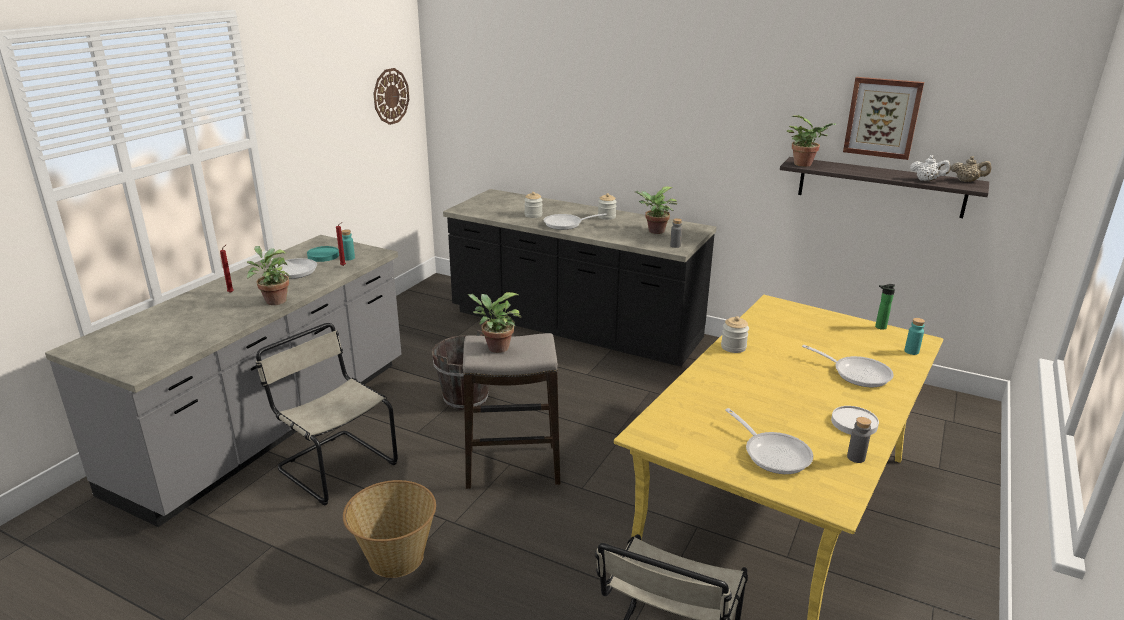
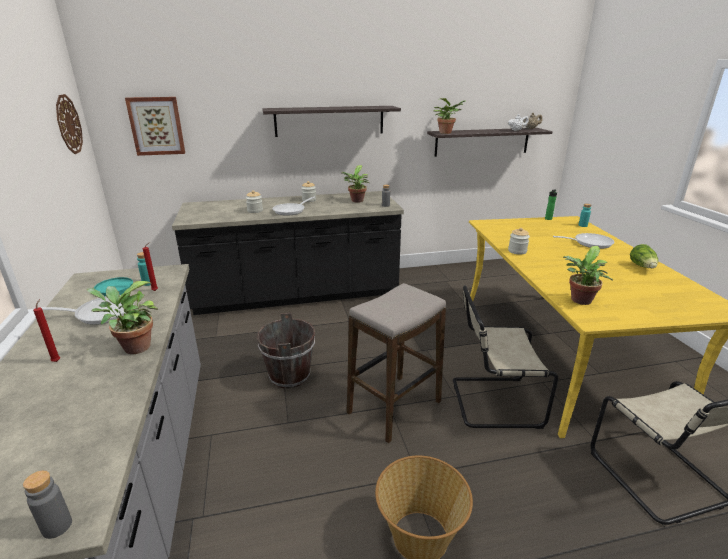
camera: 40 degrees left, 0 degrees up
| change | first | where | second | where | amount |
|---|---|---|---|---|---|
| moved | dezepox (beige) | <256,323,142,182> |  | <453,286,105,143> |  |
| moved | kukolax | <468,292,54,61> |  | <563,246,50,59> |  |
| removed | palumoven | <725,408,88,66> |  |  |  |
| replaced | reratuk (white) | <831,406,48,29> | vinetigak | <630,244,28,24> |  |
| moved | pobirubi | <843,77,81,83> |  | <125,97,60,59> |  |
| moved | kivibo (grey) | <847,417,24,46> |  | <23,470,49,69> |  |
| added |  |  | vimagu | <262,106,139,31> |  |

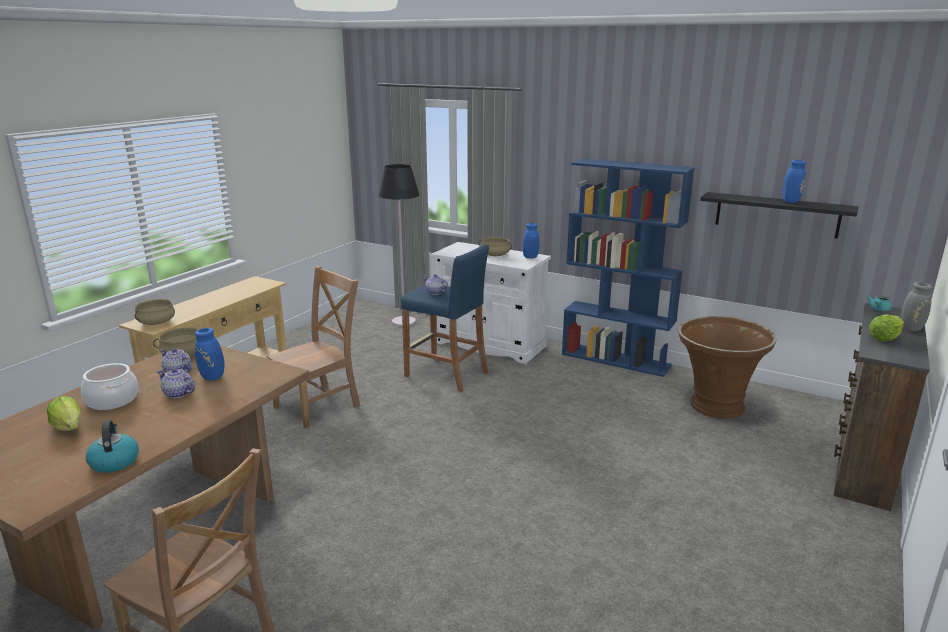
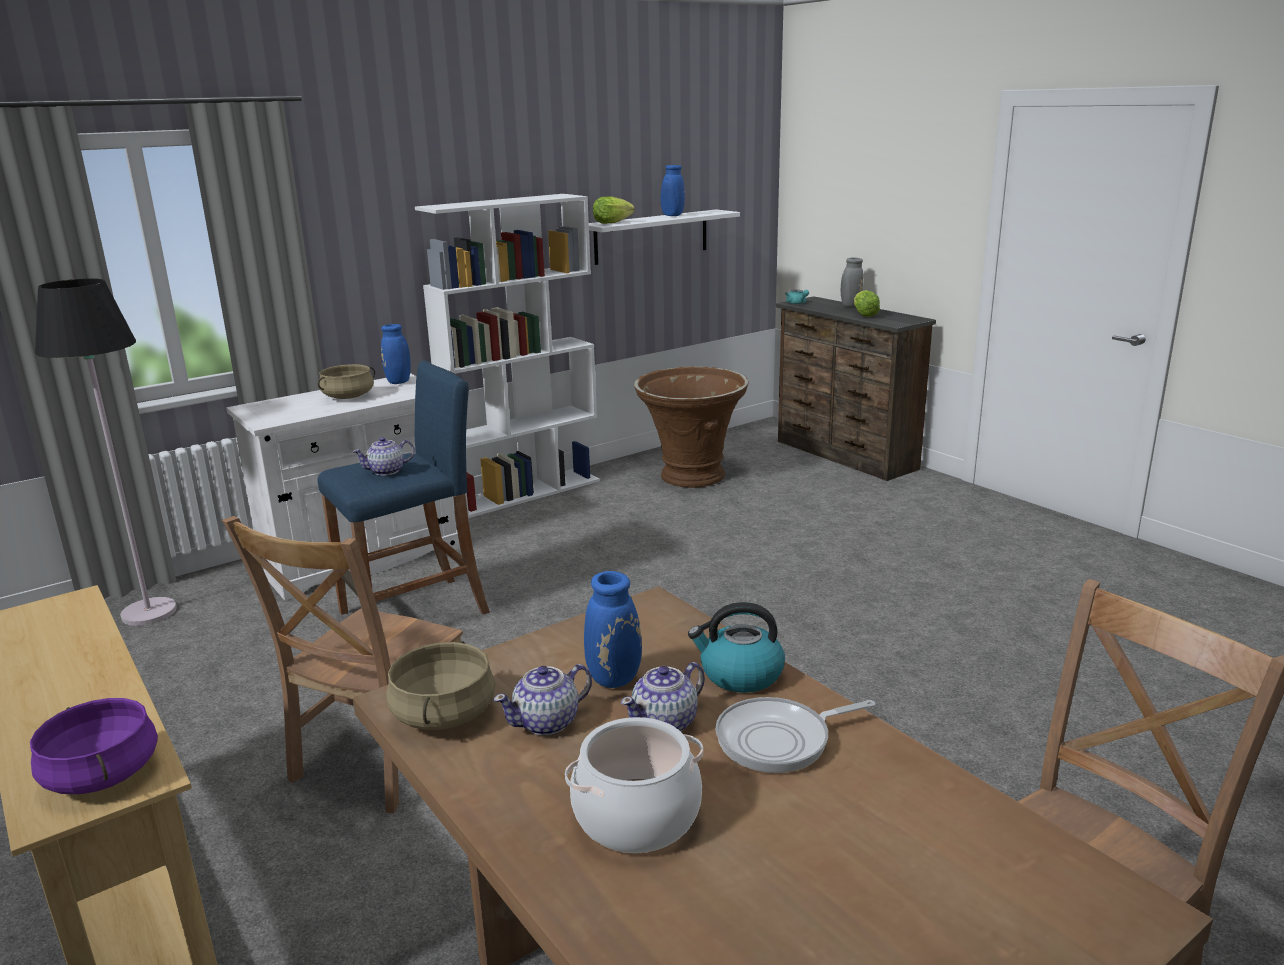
camera: 65 degrees left, 0 degrees up
| change | first | where | second | where | amount |
|---|---|---|---|---|---|
| moved | vinetigak | <47,396,34,35> |  | <593,197,42,27> |  |
| moved | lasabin | <86,420,53,53> |  | <688,602,97,91> |  |
| recoloured | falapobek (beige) | <135,299,40,26> | falapobek (purple) | <30,698,128,96> |  |
| turned | dezepox (brown) | <267,266,93,163> |  | <222,516,241,297> | 135 degrees counterclockwise |
| recoloured | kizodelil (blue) | <562,158,133,219> | kizodelil (white) | <415,194,185,324> |  |
| recoloured | vimagu (black) | <700,192,159,47> | vimagu (white) | <589,209,151,56> |  |
| added |  |  | palumoven | <716,697,159,76> |  |

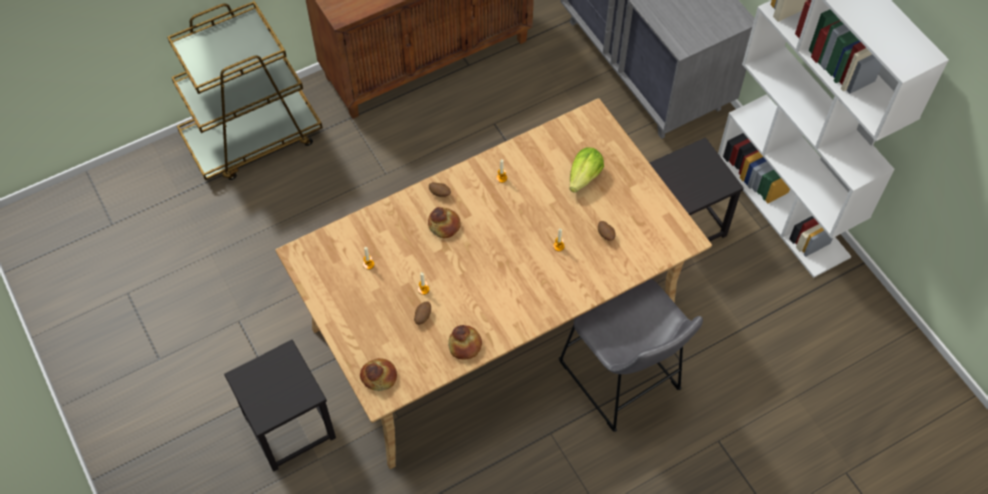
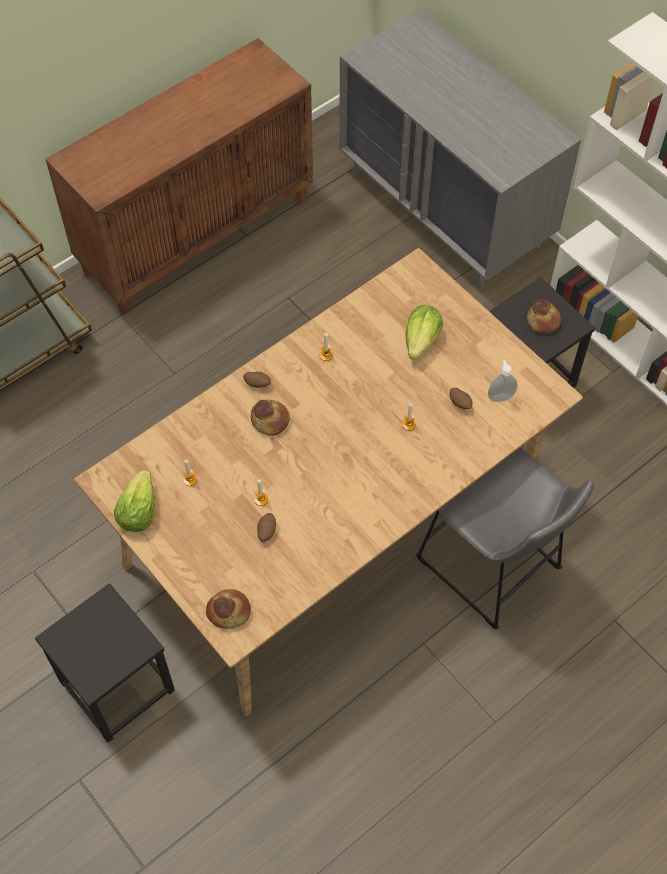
camera: 10 degrees left, 0 degrees up
| change | first | where | second | where | amount |
|---|---|---|---|---|---|
| moved | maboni | <448,325,34,35> |  | <527,299,34,35> |  |
| added |  |  | vinetigak | <114,470,41,62> |  |
| added |  |  | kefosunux | <488,360,29,42> |  |

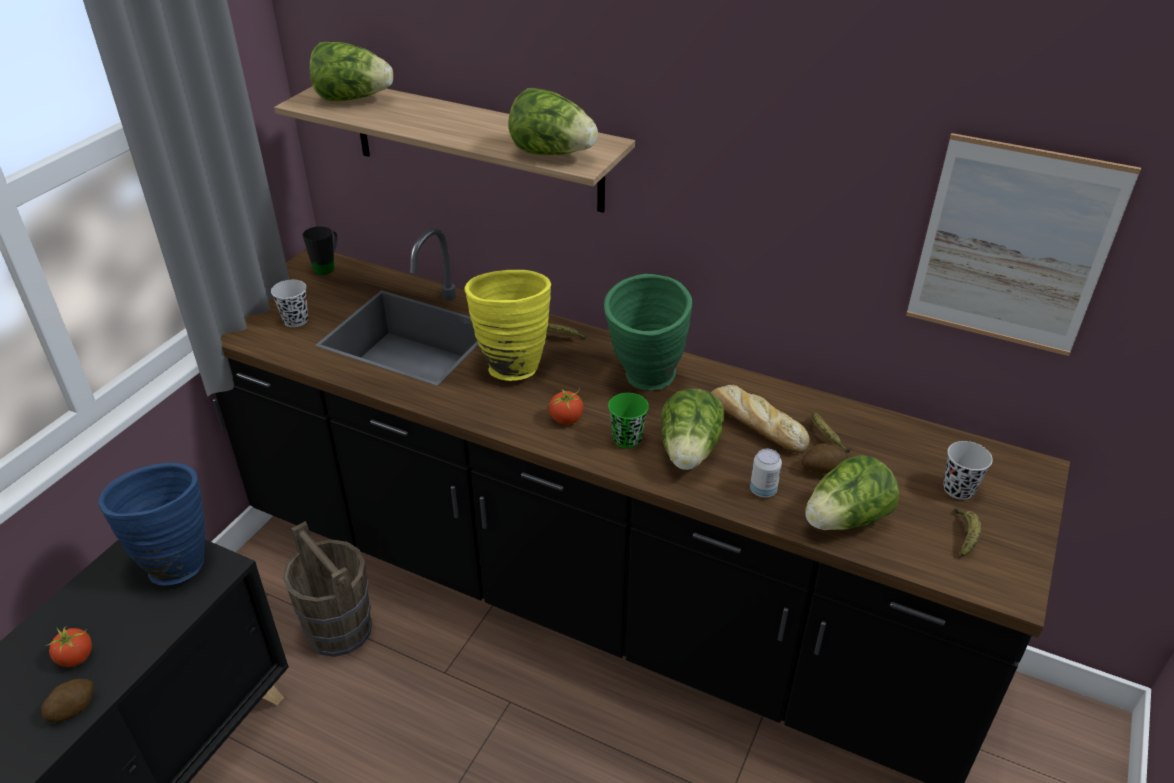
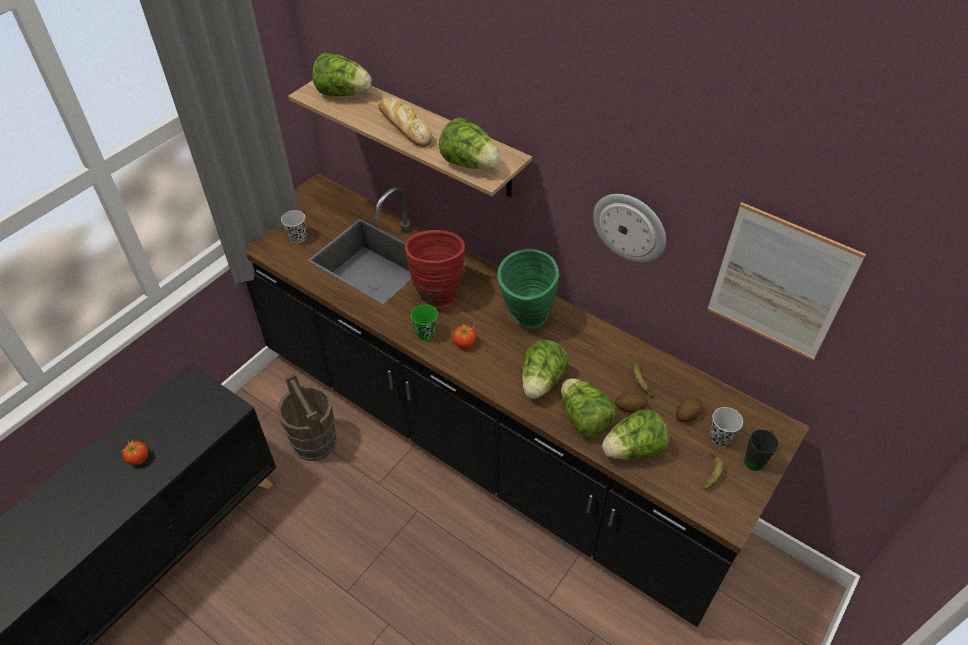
camera: 10 degrees right, 10 degrees up
| change | first | where | second | where | amount |
|---|---|---|---|---|---|
| moved | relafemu | <41,679,53,43> |  | <676,397,27,25> |  |
| removed | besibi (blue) | <98,463,107,122> |  |  |  |
| moved | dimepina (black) | <302,226,36,49> |  | <744,429,35,42> |  |
| recoloured | besibi (yellow) | <465,270,86,111> | besibi (red) | <405,230,60,79> |  |
| moved | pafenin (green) | <608,393,41,55> |  | <411,304,27,37> |  |
| moved | maboni | <711,385,99,68> |  | <378,97,54,50> |  |
| replaced | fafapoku | <750,449,32,48> | vinetigak | <561,378,55,59> |  |
| added |  |  | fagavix | <593,194,73,69> |  |

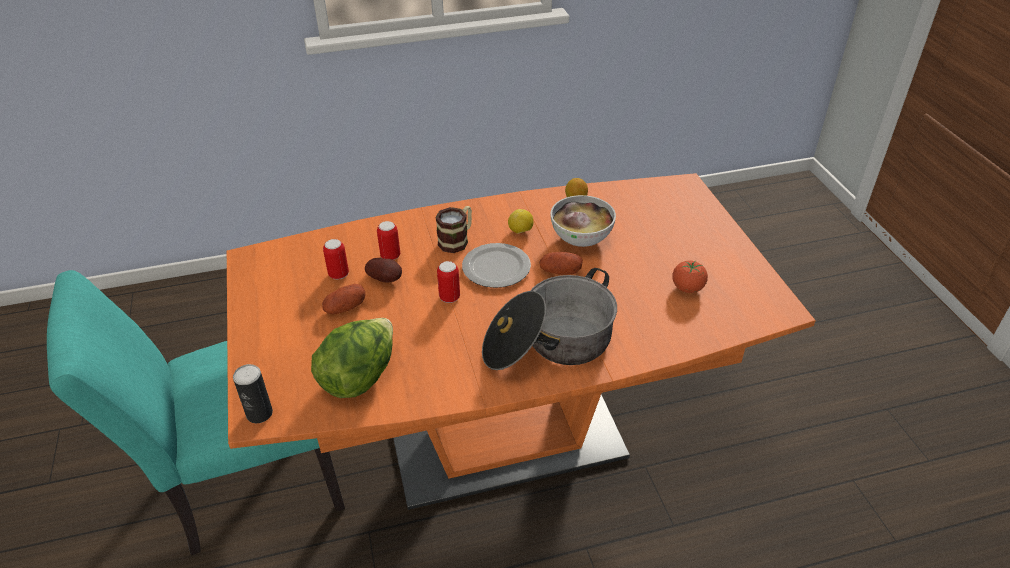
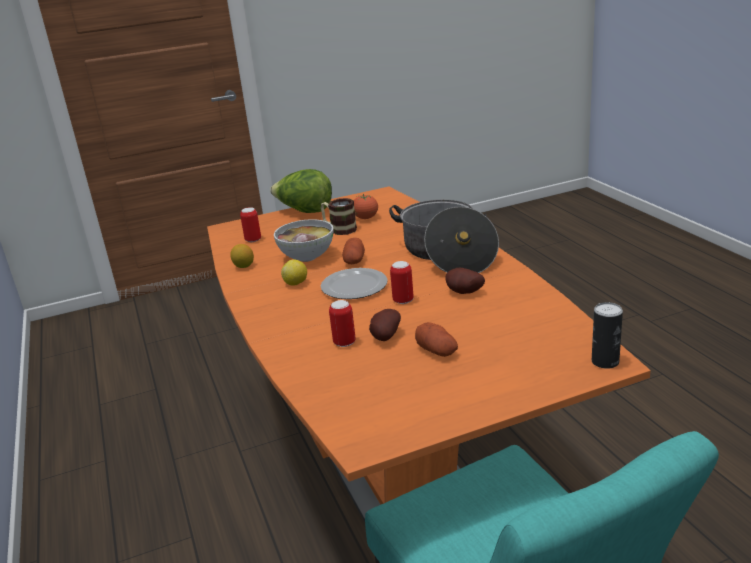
camera: 95 degrees left, 15 degrees down
| change | first | where | second | where | amount |
|---|---|---|---|---|---|
| moved | vinetigak | <311,318,82,80> |  | <270,169,62,44> |  |
| moved | fafapoku | <323,239,26,40> |  | <240,207,21,35> |  |
| moved | dimepina | <435,206,37,47> |  | <321,198,36,37> |  |
| added |  |  | relafemu | <445,268,40,26> |  |

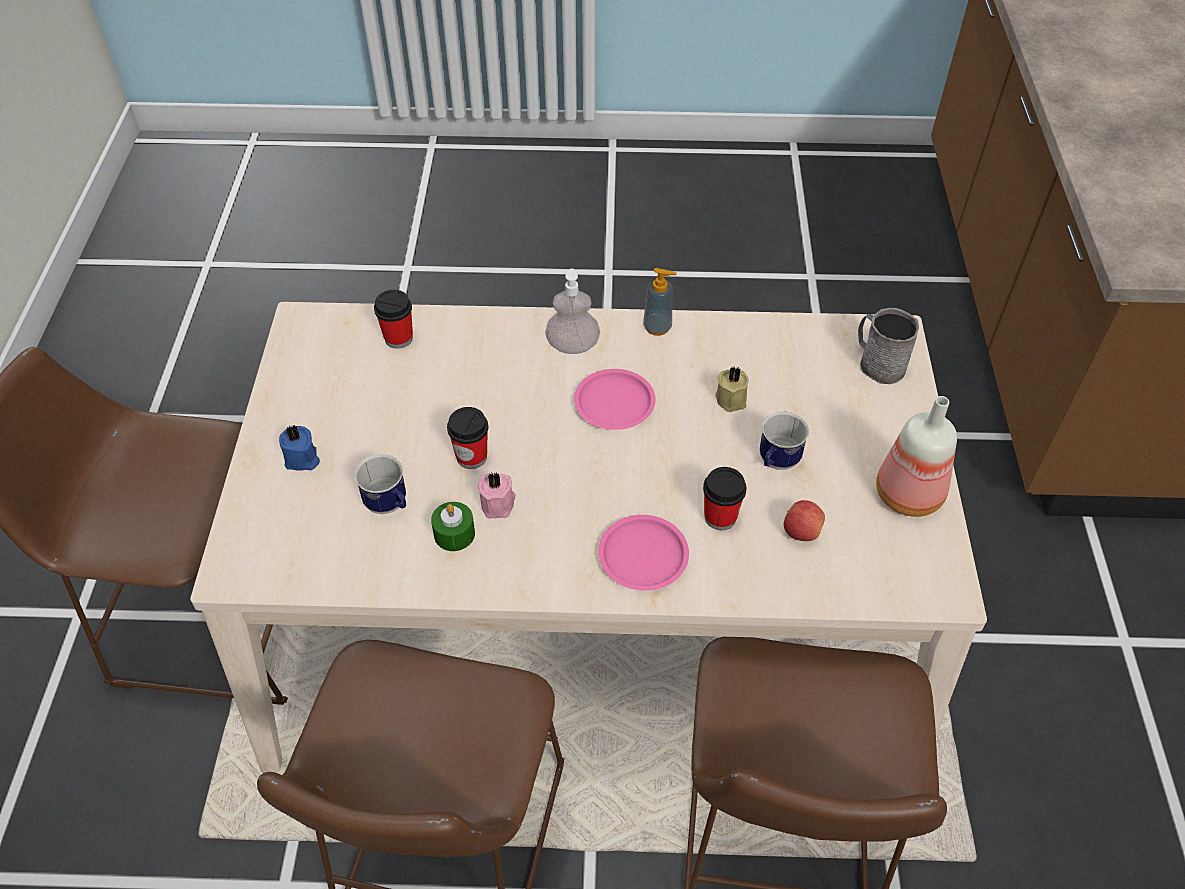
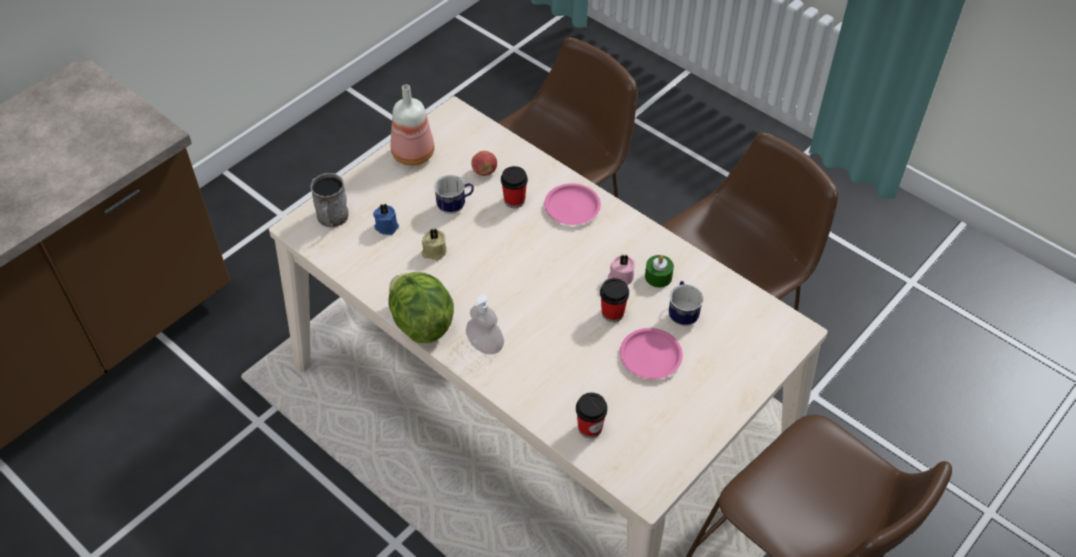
camera: 140 degrees left, 0 degrees up
| change | first | where | second | where | amount |
|---|---|---|---|---|---|
| moved | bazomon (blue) | <279,425,41,46> |  | <373,204,26,31> |  |
| moved | reratuk (pink) | <574,369,82,61> |  | <620,328,63,51> |  |
| replaced | kefosunux | <643,268,34,68> | vinetigak | <388,272,66,71> |  |

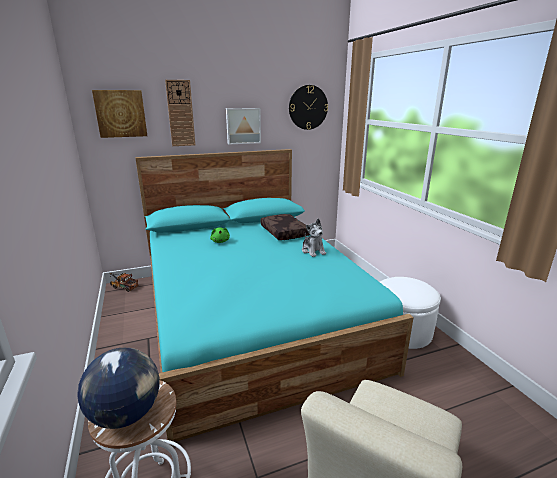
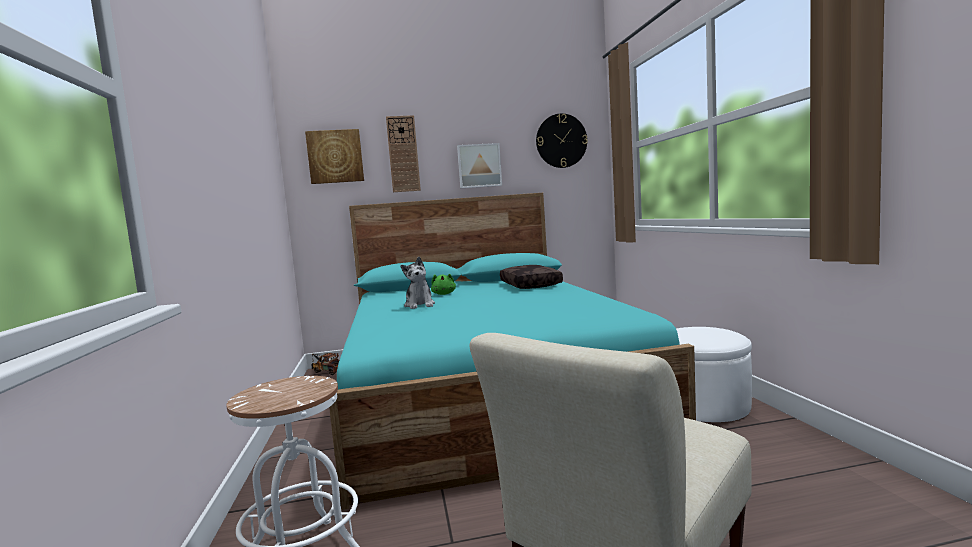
camera: 10 degrees right, 15 degrees down
| change | first | where | second | where | amount |
|---|---|---|---|---|---|
| removed | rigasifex | <78,348,82,81> |  |  |  |
| moved | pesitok | <302,219,24,38> |  | <400,257,35,52> |  |

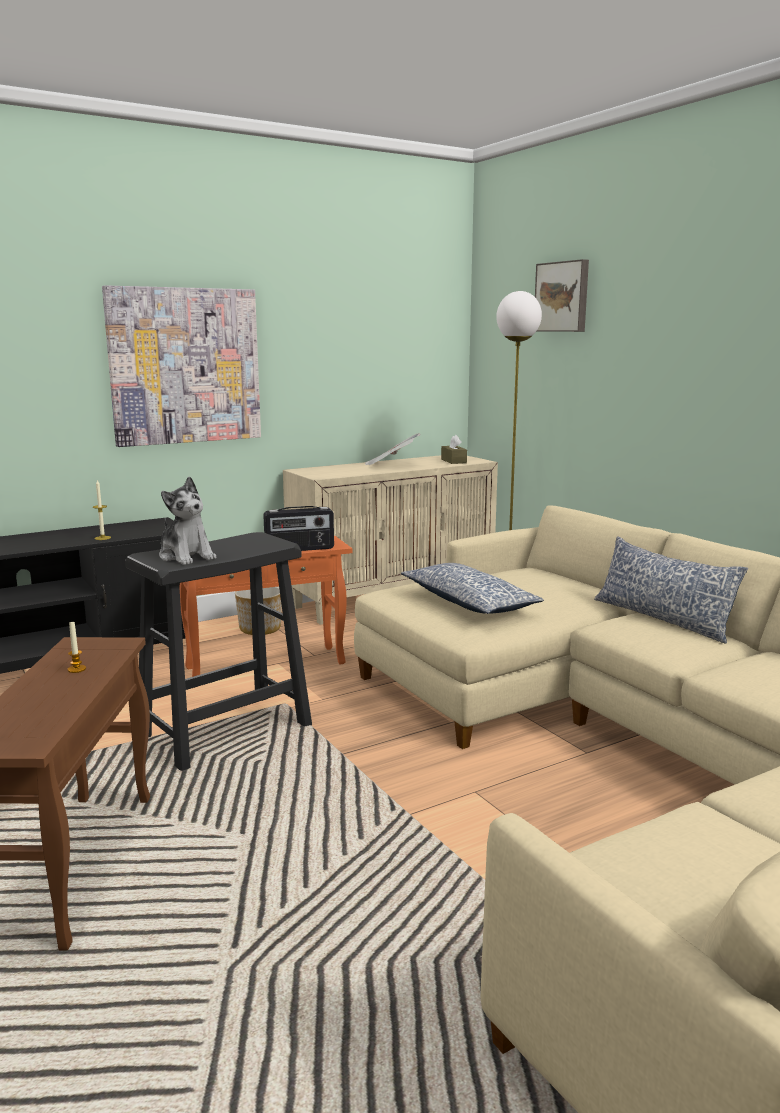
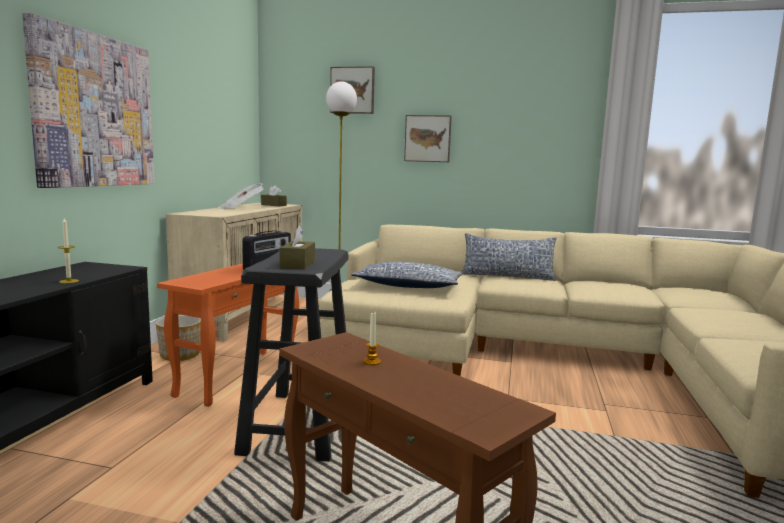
camera: 45 degrees left, 5 degrees down
| change | first | where | second | where | amount |
|---|---|---|---|---|---|
| replaced | pesitok | <159,476,57,89> | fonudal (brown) | <279,225,36,44> |  |
| added |  |  | pobirubi | <404,115,48,47> |  |

